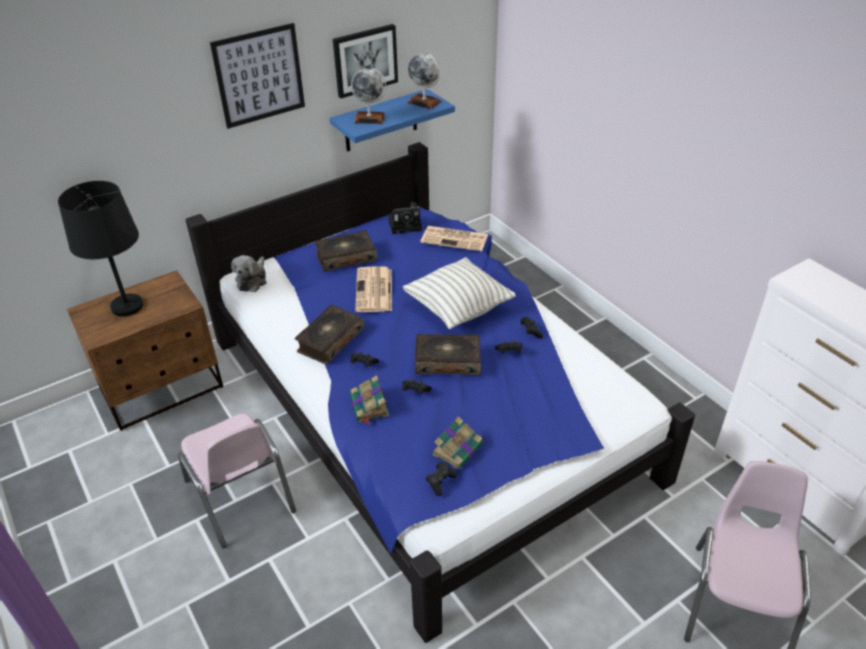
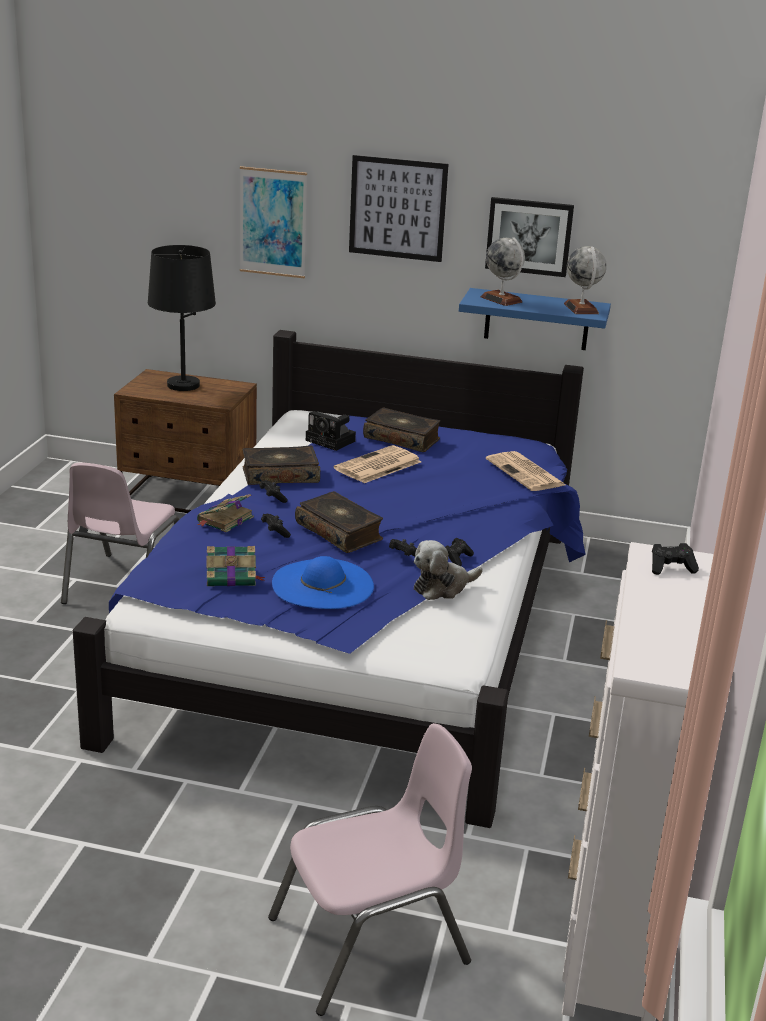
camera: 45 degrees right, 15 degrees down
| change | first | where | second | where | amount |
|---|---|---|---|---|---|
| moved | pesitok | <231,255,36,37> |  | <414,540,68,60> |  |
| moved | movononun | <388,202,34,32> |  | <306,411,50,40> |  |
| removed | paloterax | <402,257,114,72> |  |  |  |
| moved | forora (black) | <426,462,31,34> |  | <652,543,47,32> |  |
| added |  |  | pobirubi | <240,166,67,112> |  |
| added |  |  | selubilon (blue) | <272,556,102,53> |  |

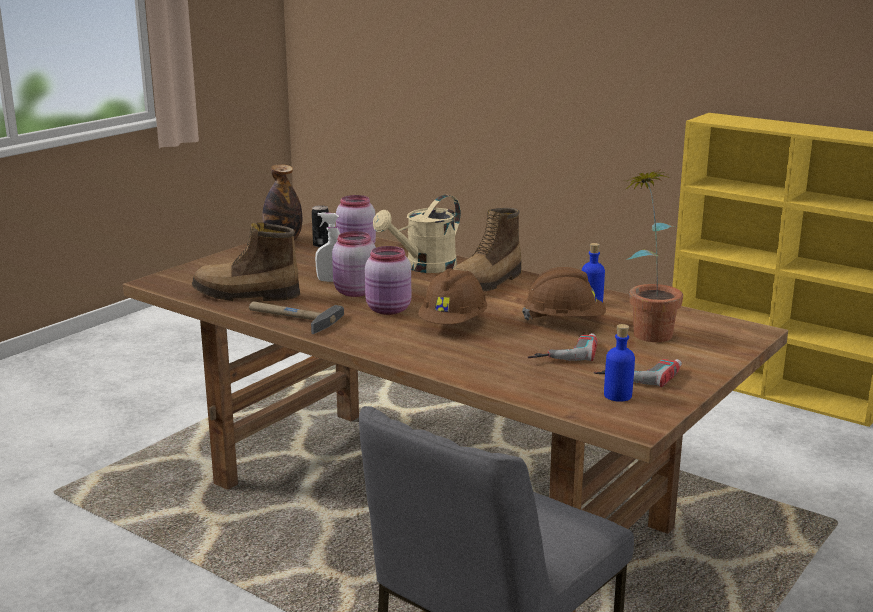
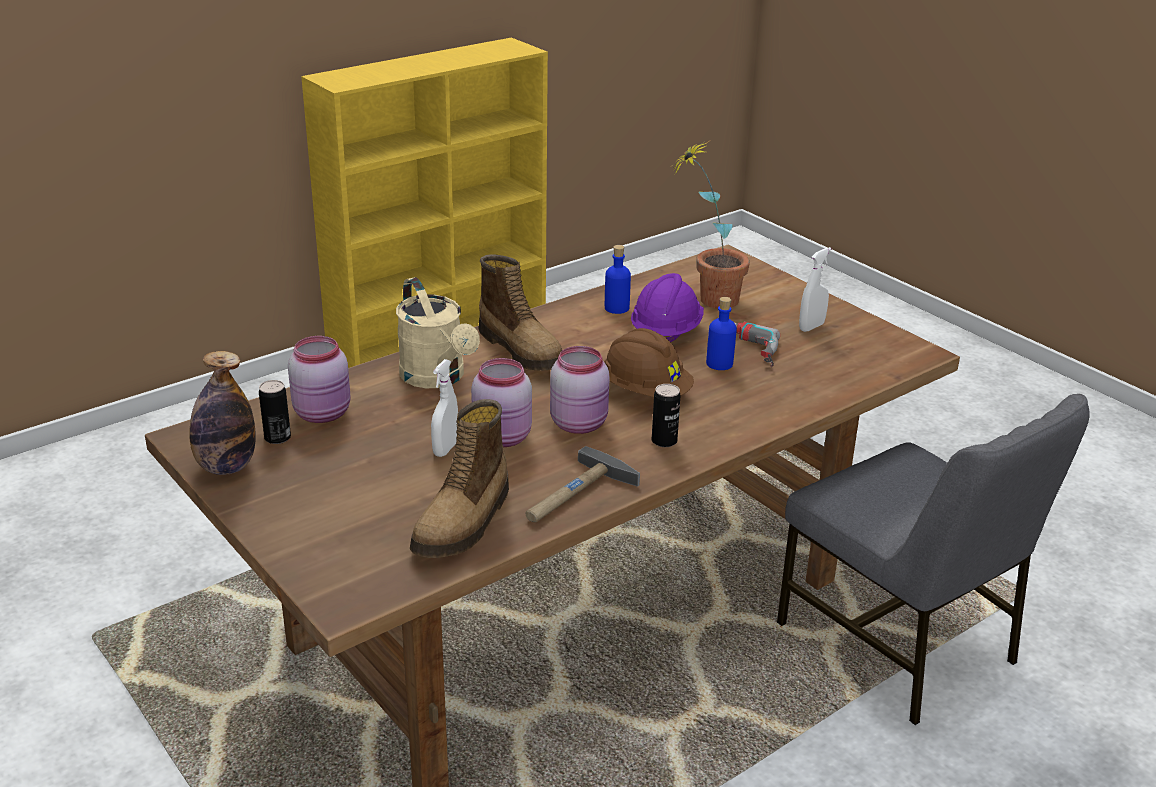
camera: 75 degrees left, 10 degrees up
| change | first | where | second | where | amount |
|---|---|---|---|---|---|
| recoloured | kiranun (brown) | <522,267,84,54> | kiranun (purple) | <631,273,73,69> |  |
| replaced | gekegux | <594,359,88,28> | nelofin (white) | <799,247,32,85> |  |
| moved | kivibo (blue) | <604,324,31,78> |  | <706,297,31,73> |  |
| added |  |  | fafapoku | <652,384,29,63> |  |

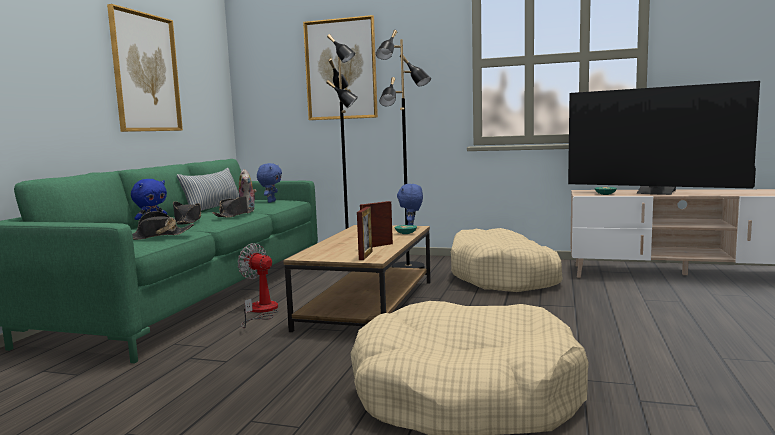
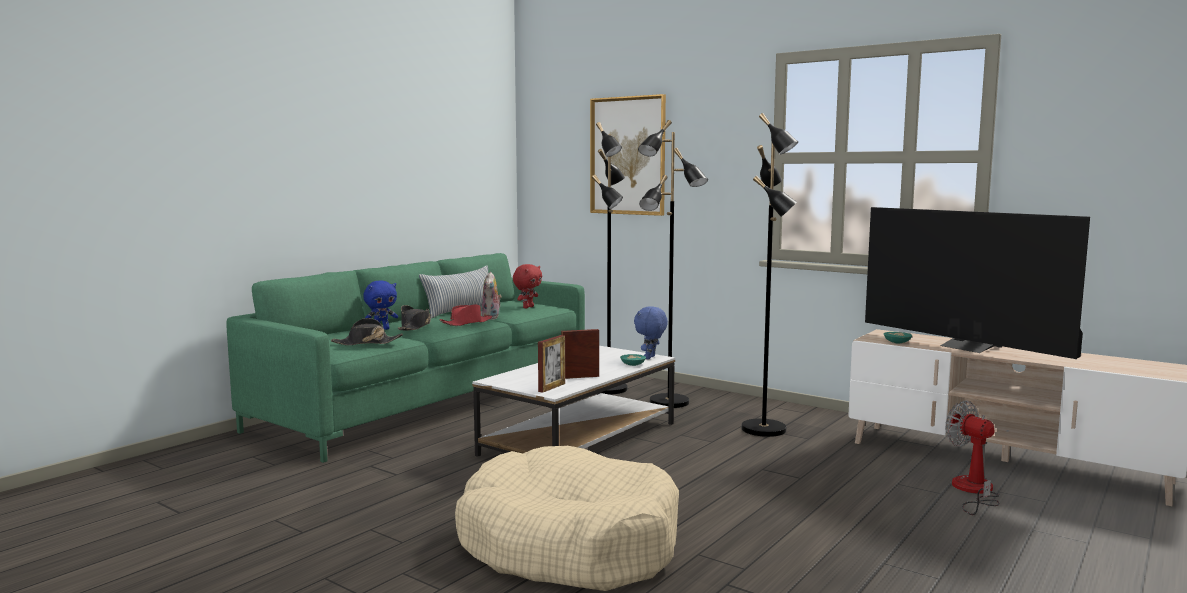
camera: 20 degrees right, 0 degrees up
| change | first | where | second | where | amount |
|---|---|---|---|---|---|
| removed | pobirubi | <107,4,76,128> |  |  |  |
| recoloured | selubilon (black) | <212,196,43,22> | selubilon (red) | <439,305,54,21> |  |
| moved | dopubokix | <237,243,41,85> |  | <945,400,55,115> |  |
| recoloured | pesitok (blue) | <257,163,25,40> | pesitok (red) | <513,264,29,44> |  |
| recoloured | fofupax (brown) | <284,225,147,107> | fofupax (white) | <472,346,203,111> |  |
| replaced | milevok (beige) | <451,228,112,64> | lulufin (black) | <741,113,57,324> |  |

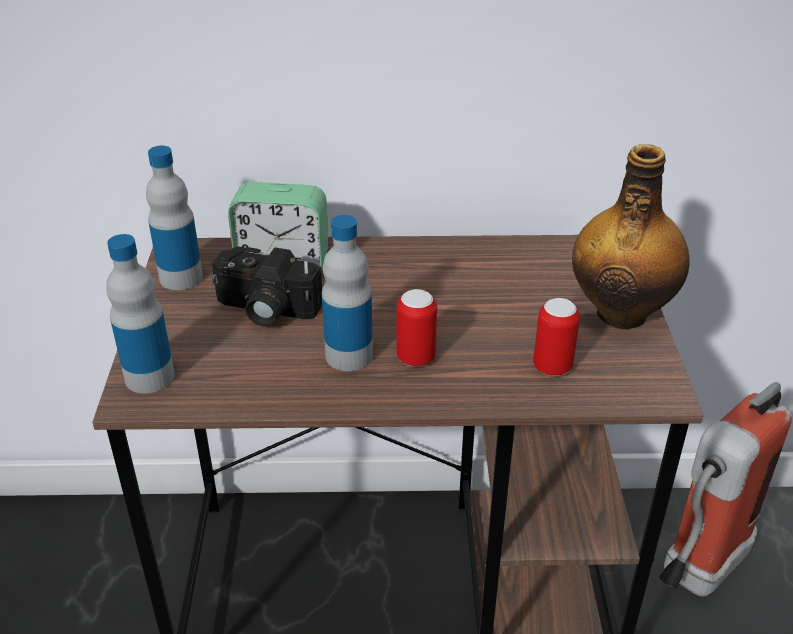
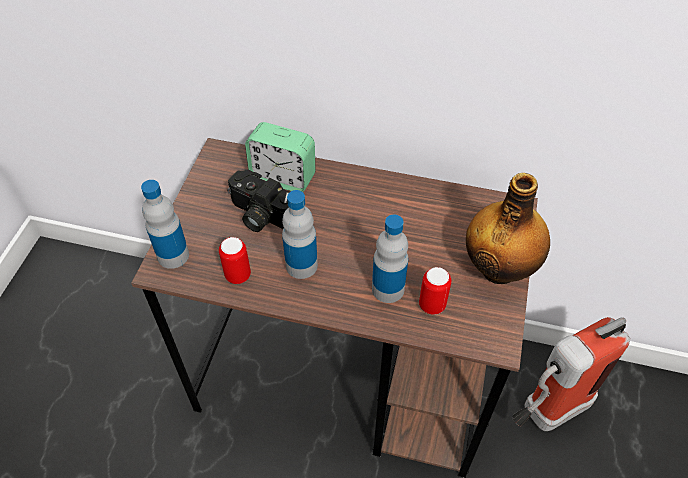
camera: 15 degrees right, 15 degrees up
| change | first | where | second | where | amount |
|---|---|---|---|---|---|
| moved | kivibo | <146,146,57,144> |  | <372,214,36,89> |  |
| moved | fafapoku | <397,289,40,78> |  | <219,237,32,47> |  |

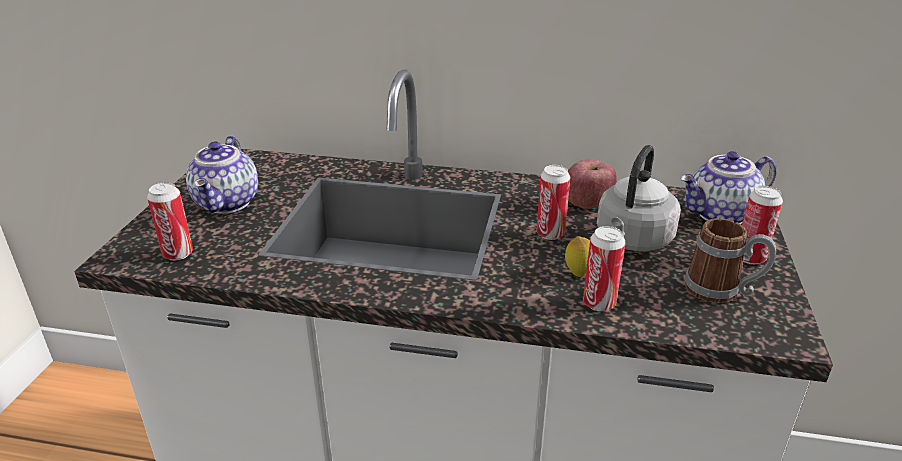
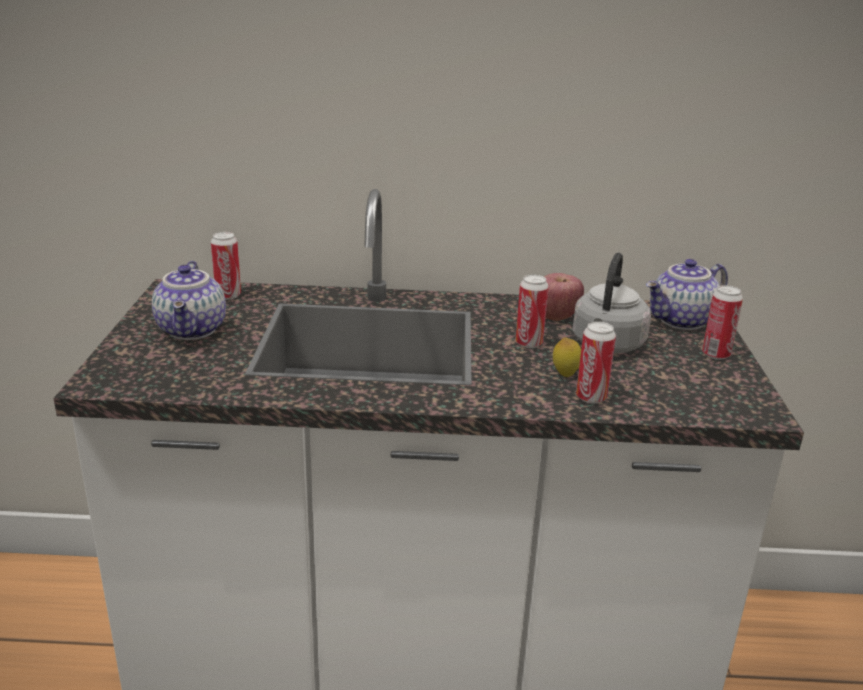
camera: 10 degrees left, 5 degrees down
| change | first | where | second | where | amount |
|---|---|---|---|---|---|
| moved | fafapoku | <147,182,46,78> |  | <211,232,30,68> |  |
| removed | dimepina | <685,218,91,85> |  |  |  |

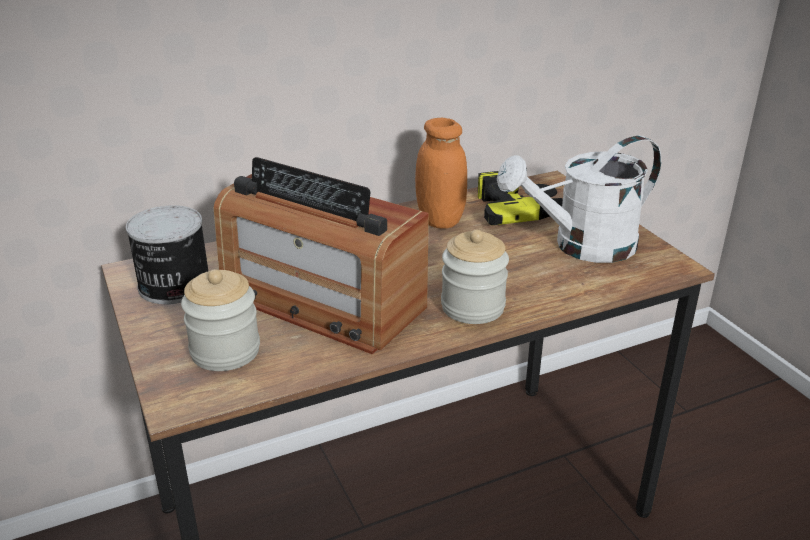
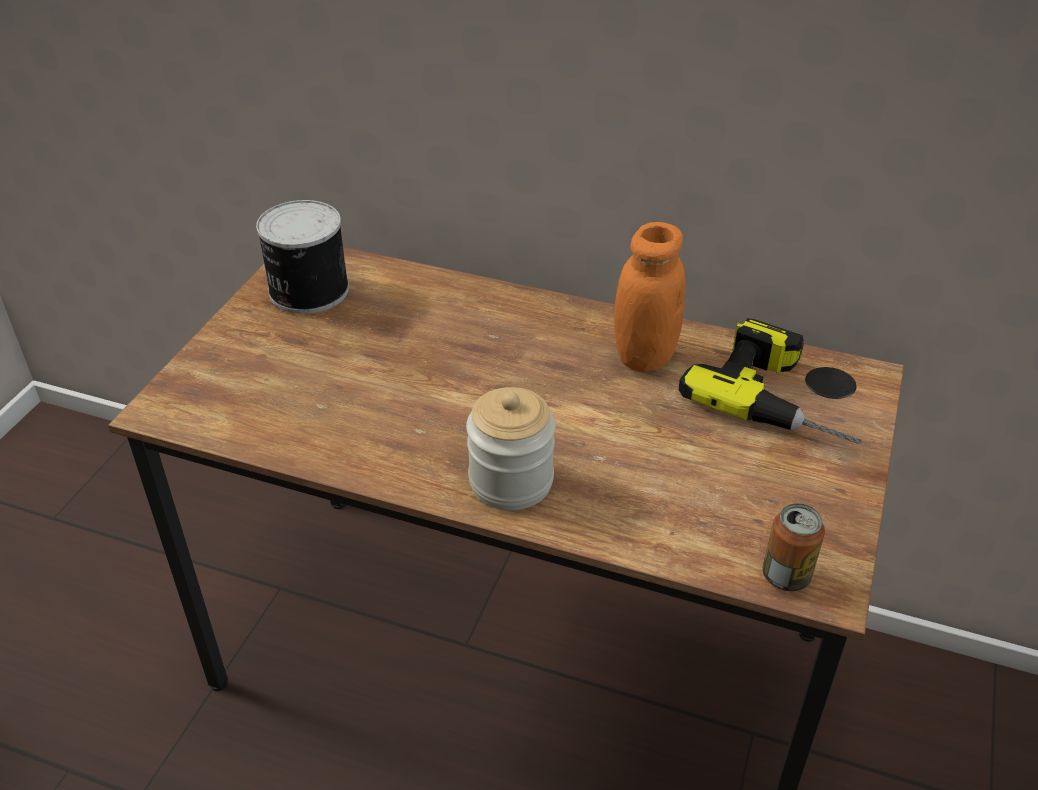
camera: 45 degrees right, 10 degrees up
| change | first | where | second | where | amount |
|---|---|---|---|---|---|
| removed | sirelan | <181,269,79,102> |  |  |  |
| removed | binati | <214,157,215,197> |  |  |  |
| removed | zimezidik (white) | <497,136,164,127> |  |  |  |
| added |  |  | fafapoku | <763,503,62,88> |  |

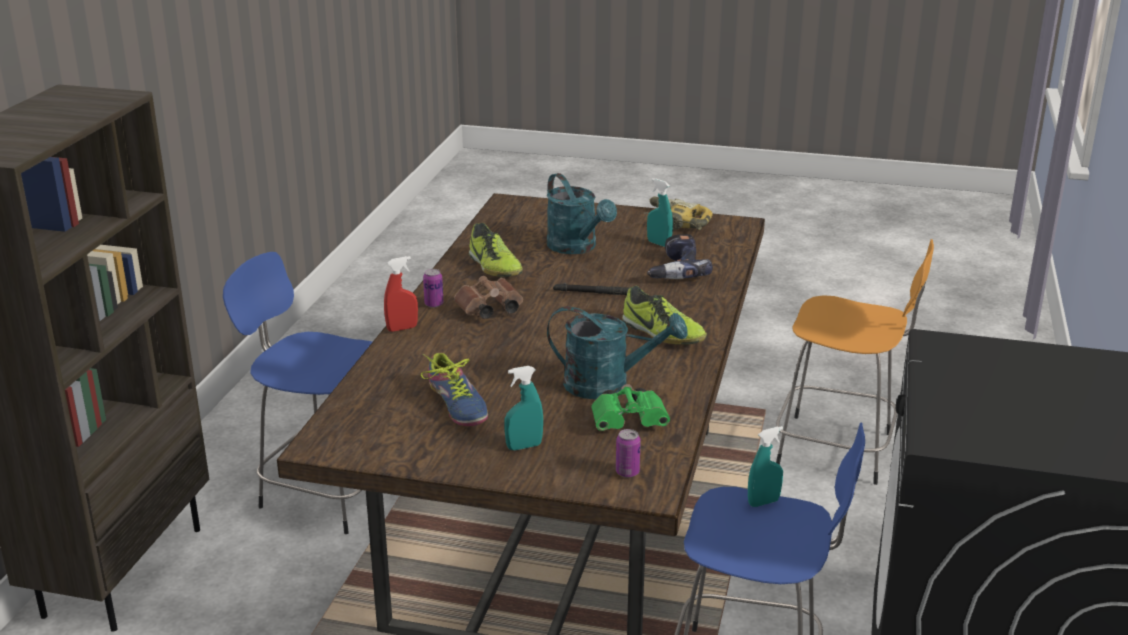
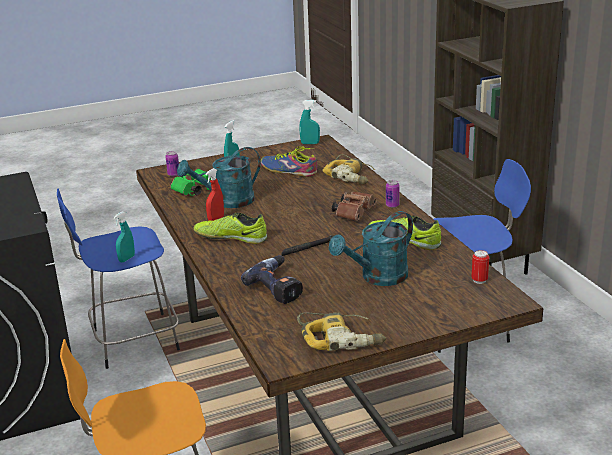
camera: 145 degrees right, 0 degrees up
| change | first | where | second | where | amount |
|---|---|---|---|---|---|
| moved | nelofin (red) | <384,256,34,76> |  | <205,168,19,53> |  |
| turned | zimezidik (turquoise) | <547,173,70,81> |  | <329,211,84,75> | 60 degrees counterclockwise |
| moved | nelofin (turquoise) | <647,178,26,69> |  | <300,100,20,44> |  |
| added |  |  | gekegux | <323,154,52,30> |  |
| added |  |  | fafapoku | <471,250,18,34> |  |

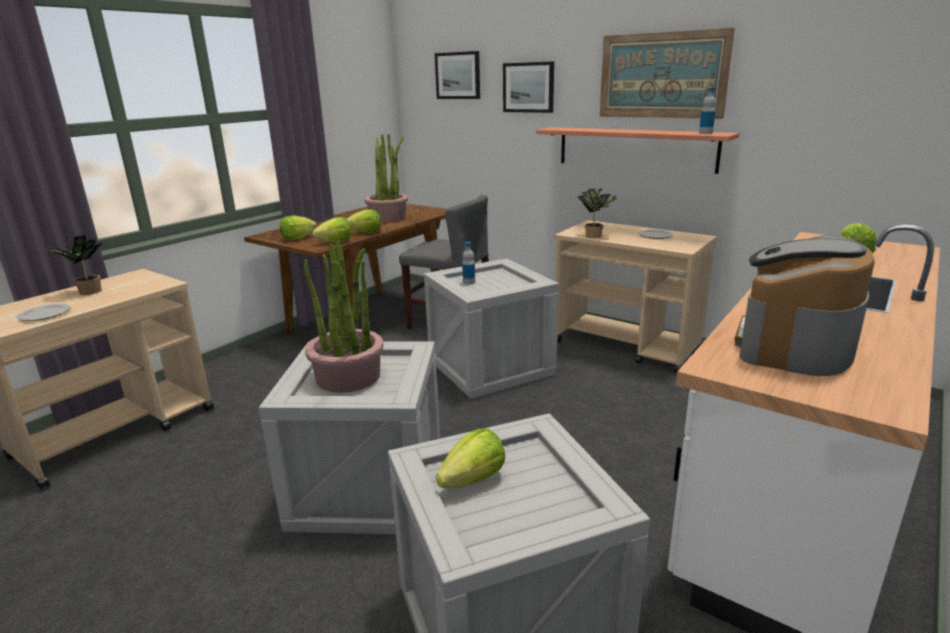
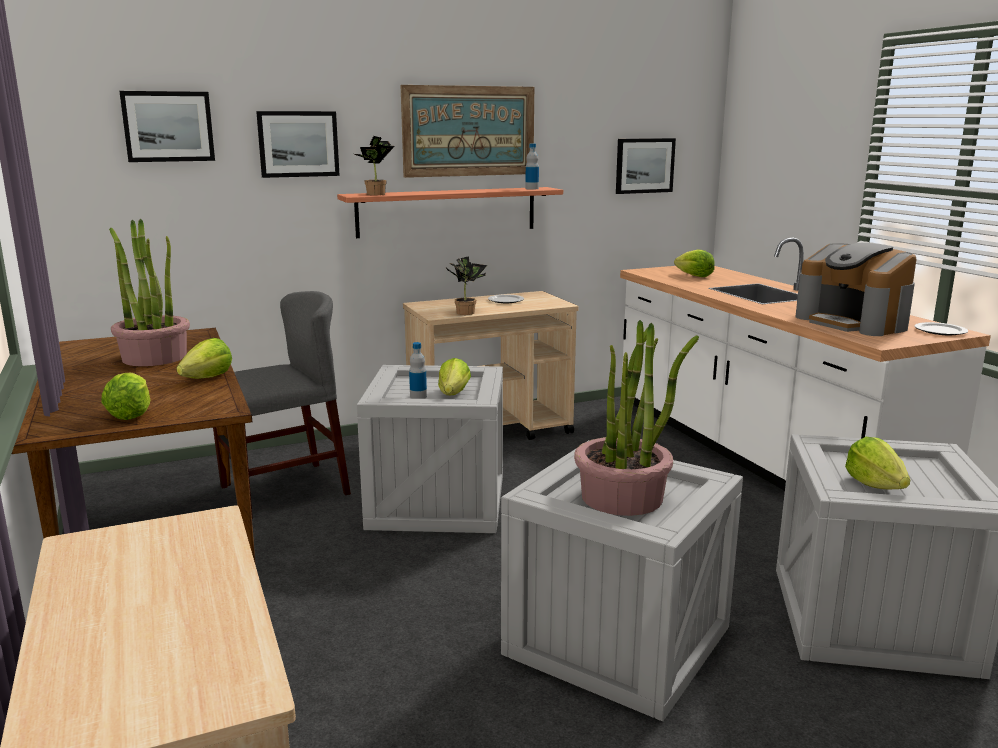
camera: 60 degrees left, 5 degrees down
| change | first | where | second | where | amount |
|---|---|---|---|---|---|
| moved | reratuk | <16,304,55,17> |  | <914,322,54,13> |  |
| moved | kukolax | <46,235,57,60> |  | <354,136,41,59> |  |
| moved | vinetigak | <312,217,39,25> |  | <438,358,33,37> |  |
| added |  |  | pobirubi | <616,138,60,56> |  |

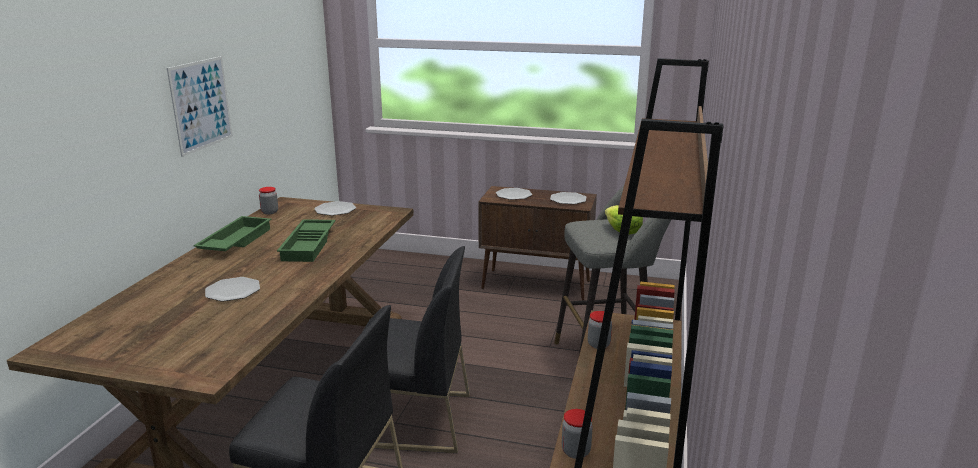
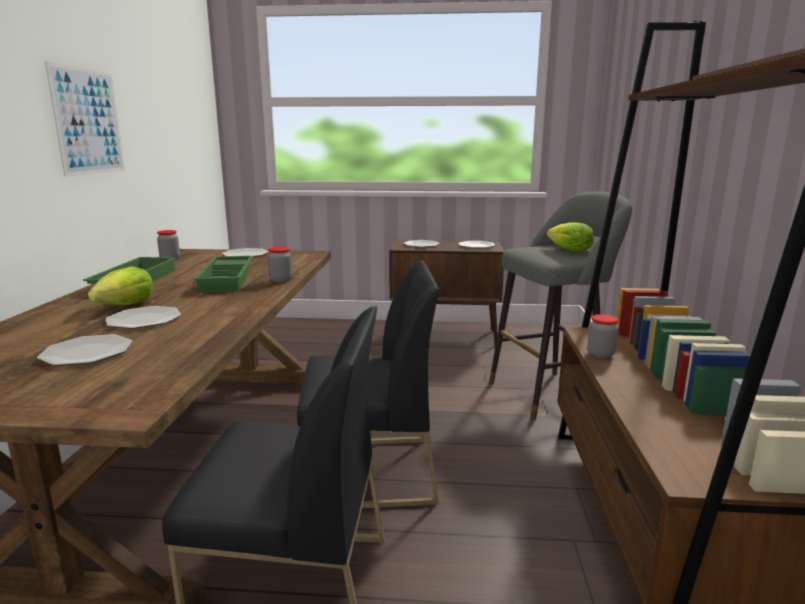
camera: 10 degrees left, 5 degrees down
| change | first | where | second | where | amount |
|---|---|---|---|---|---|
| moved | sirelan | <562,409,31,50> |  | <268,247,24,36> |  |
| added |  |  | reratuk | <37,334,96,32> |  |
| added |  |  | vinetigak | <88,266,65,39> |  |

